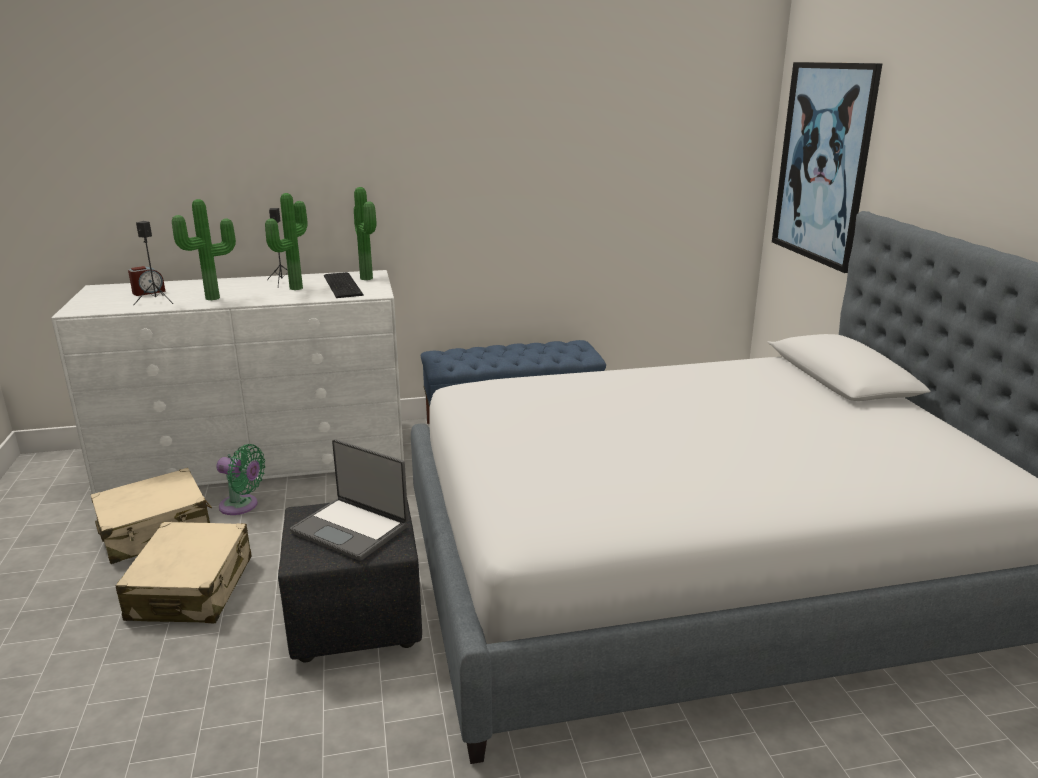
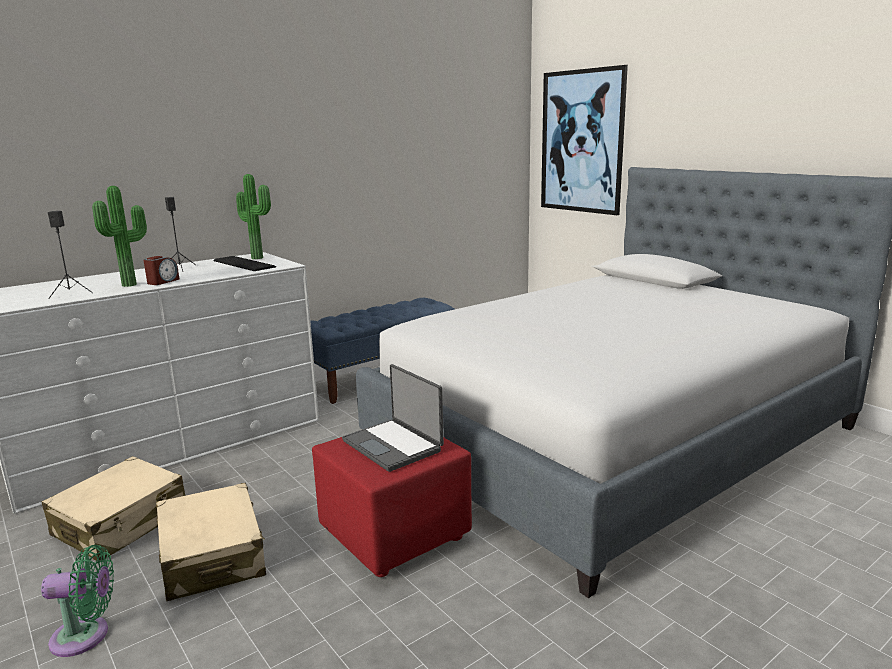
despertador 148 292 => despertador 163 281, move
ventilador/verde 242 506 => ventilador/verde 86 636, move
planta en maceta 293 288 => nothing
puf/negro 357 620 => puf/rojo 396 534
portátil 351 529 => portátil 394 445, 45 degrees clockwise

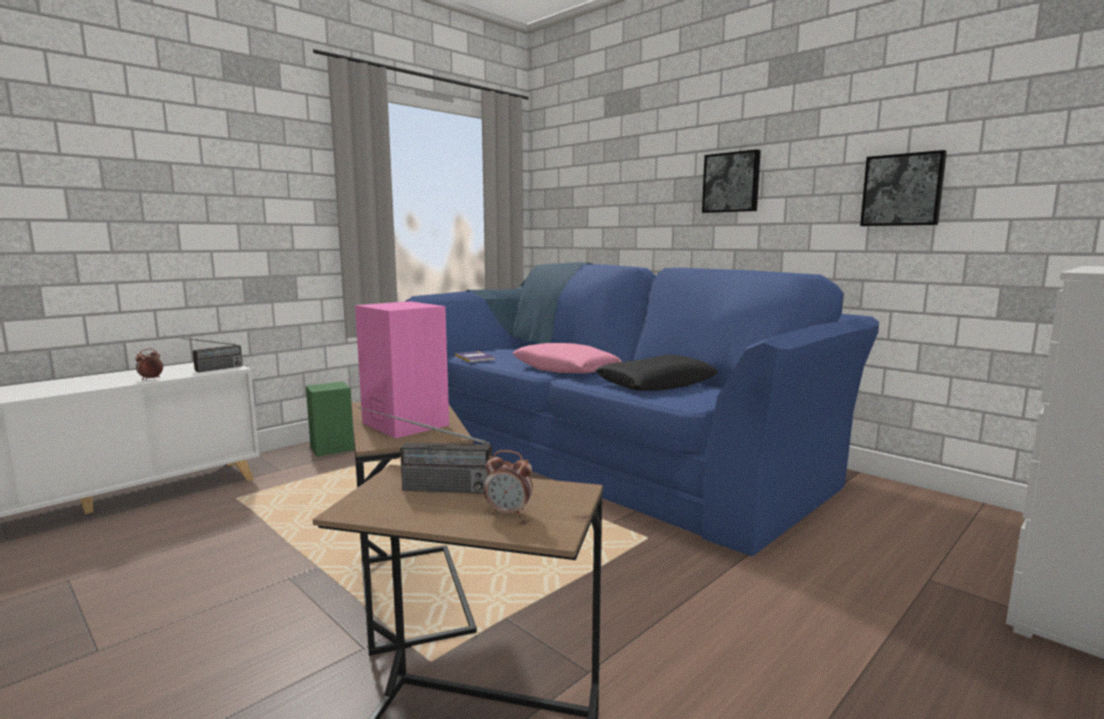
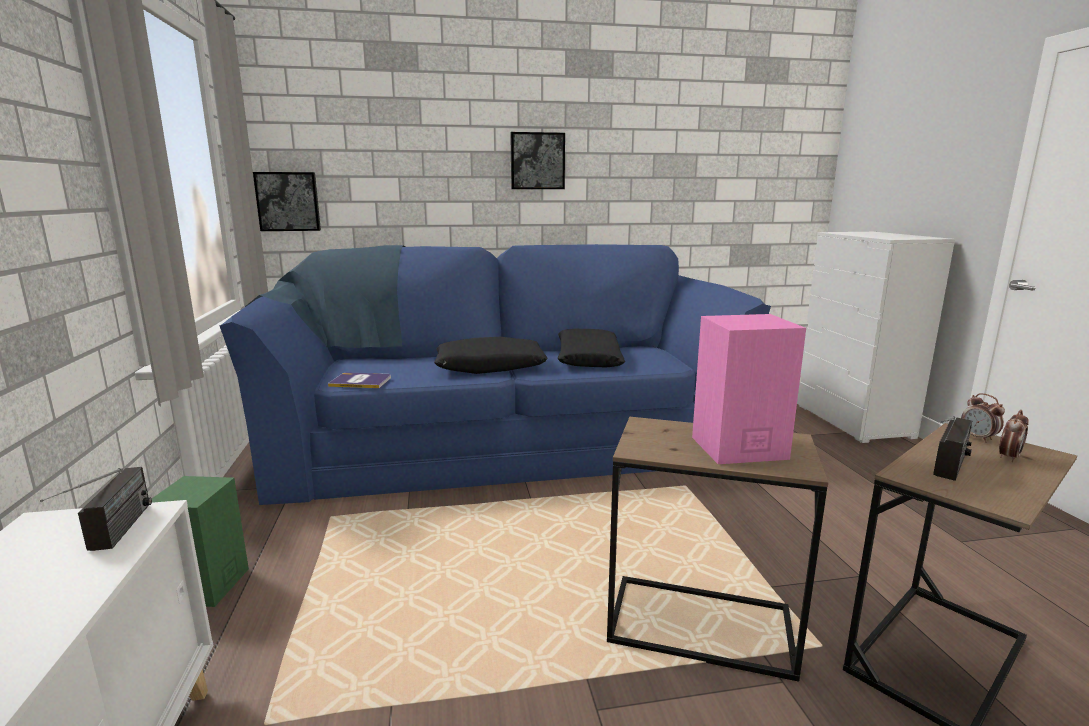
despertador 151 379 => despertador 978 438, move
cojín/rosa 565 369 => cojín/negro 490 367
cuadro 902 190 => cuadro 288 201, move

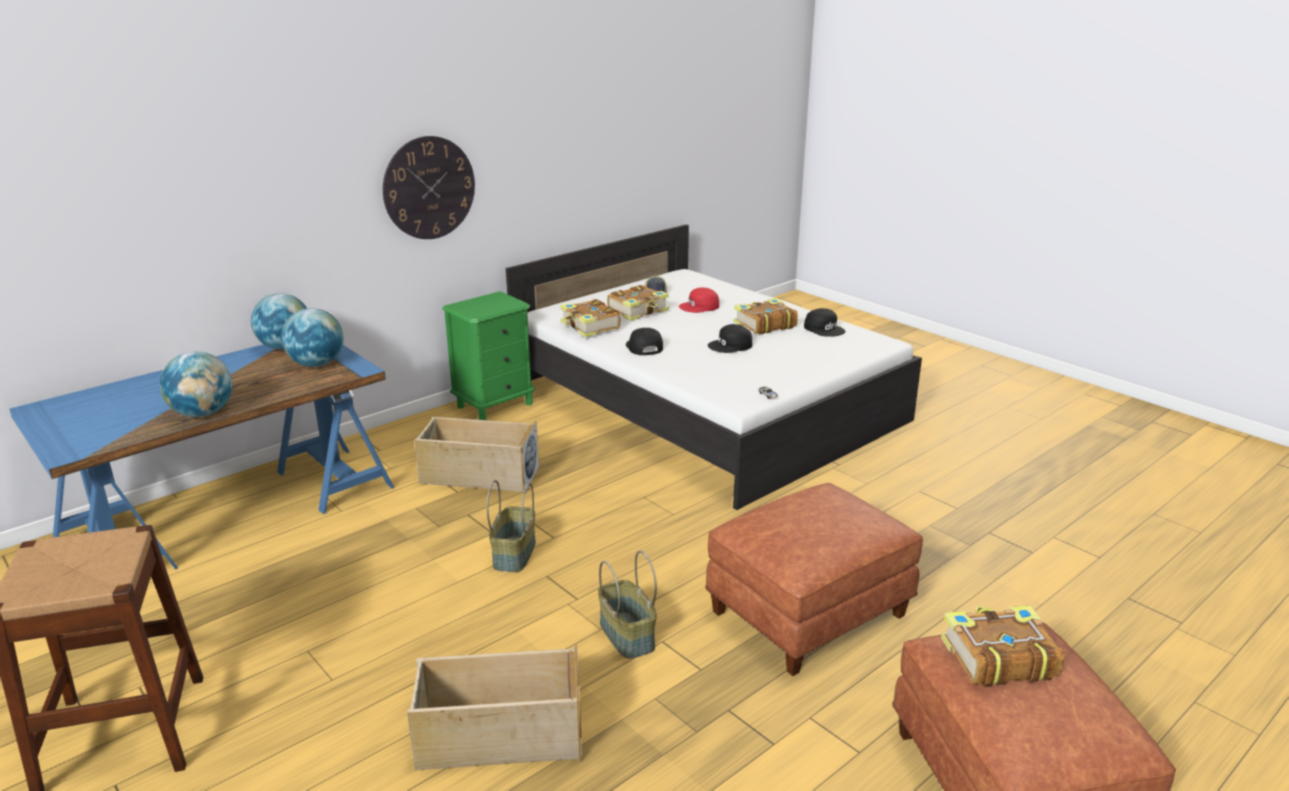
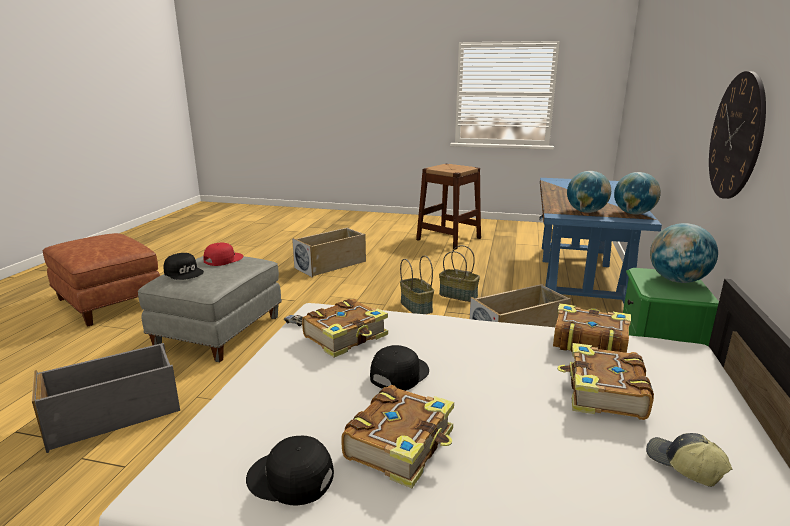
globo terráqueo 202 414 => globo terráqueo 677 280, move
cesta 625 635 => cesta 458 295, move
gorra/negro 643 347 => gorra/negro 184 272, move
gorra/rojo 699 307 => gorra/rojo 223 259, move
puf/marrón 808 615 => puf/gris 219 331
libro 996 658 => libro 346 337, move
nothing => caja de almacenaje/gris 115 415

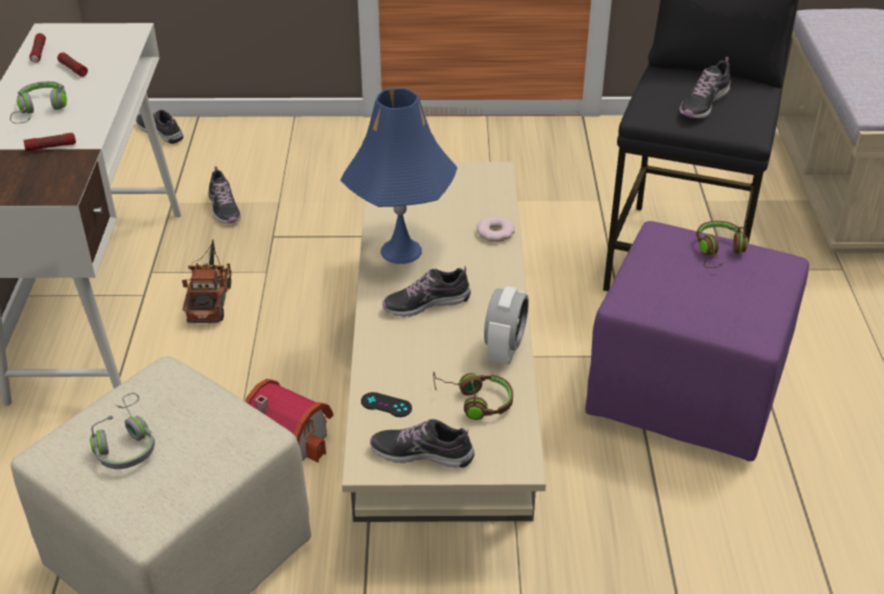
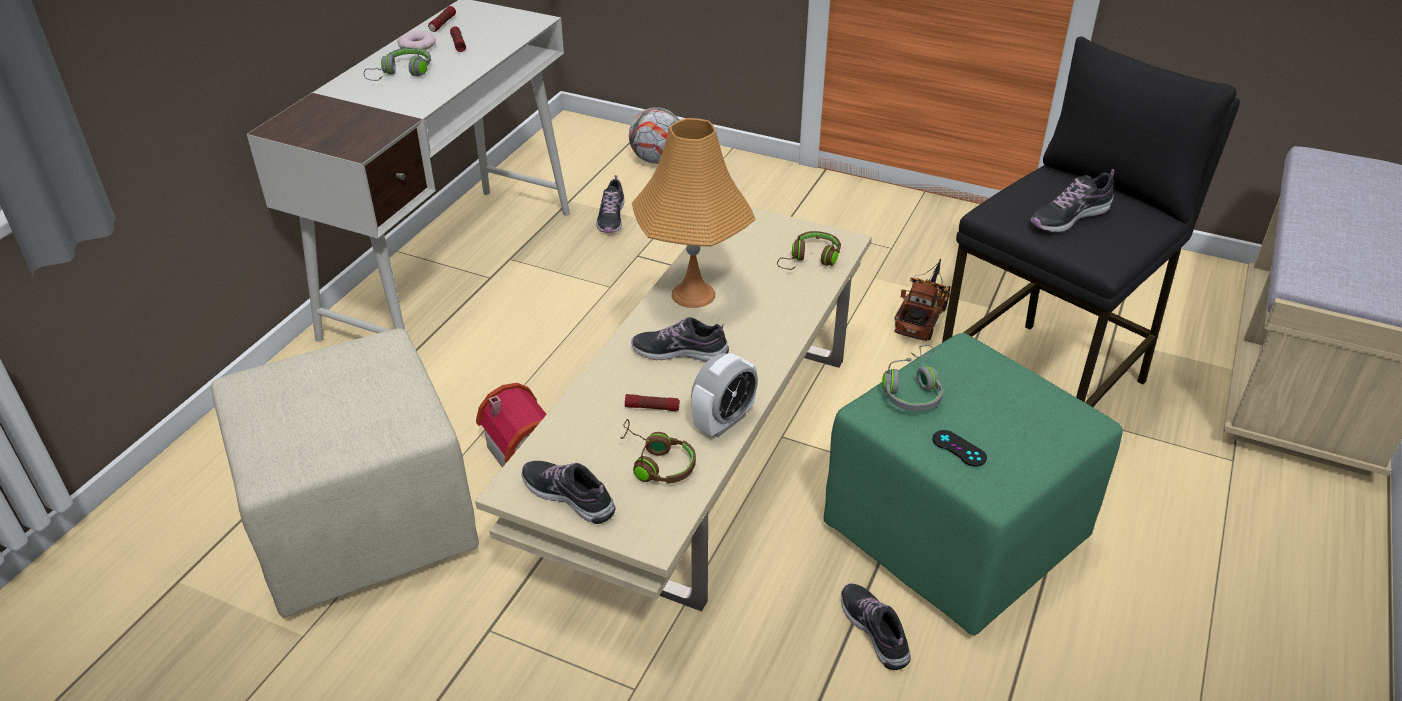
linterna 51 147 => linterna 652 407, move
auriculares/gris 125 443 => auriculares/gris 912 389, move
zapato 160 132 => zapato 874 630, move
camión de juguete 211 297 => camión de juguete 923 315, move
lámpara de mesa/azul 401 251 => lámpara de mesa/naranja 693 294
mando de consola/negro 386 405 => mando de consola/negro 959 448, move
rosquilla 495 232 => rosquilla 417 45, move
puf/morado 689 391 => puf/verde 957 536
auriculares/marrón 719 251 => auriculares/marrón 810 259, move
nothing => balón de fútbol 656 159

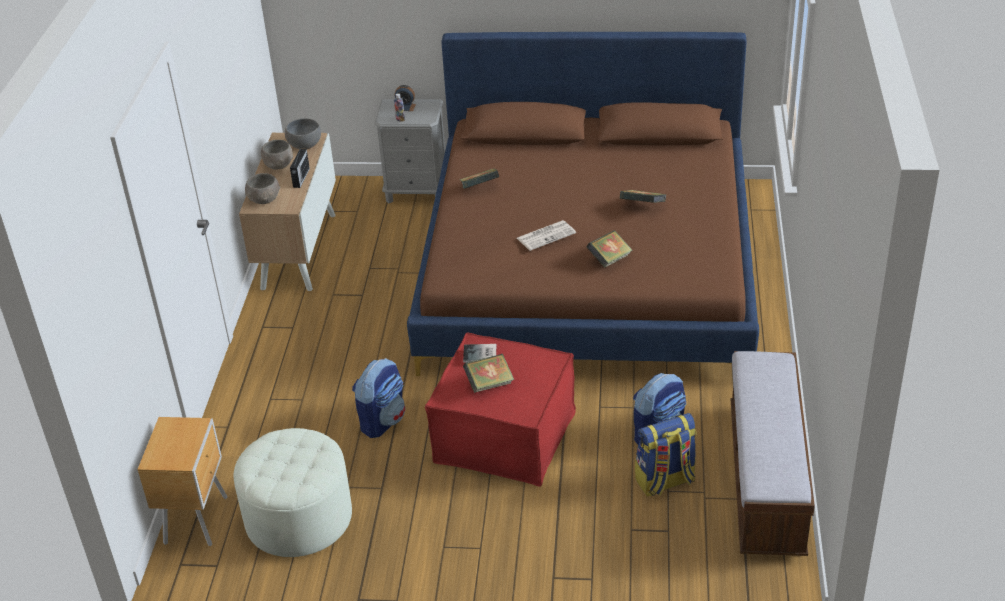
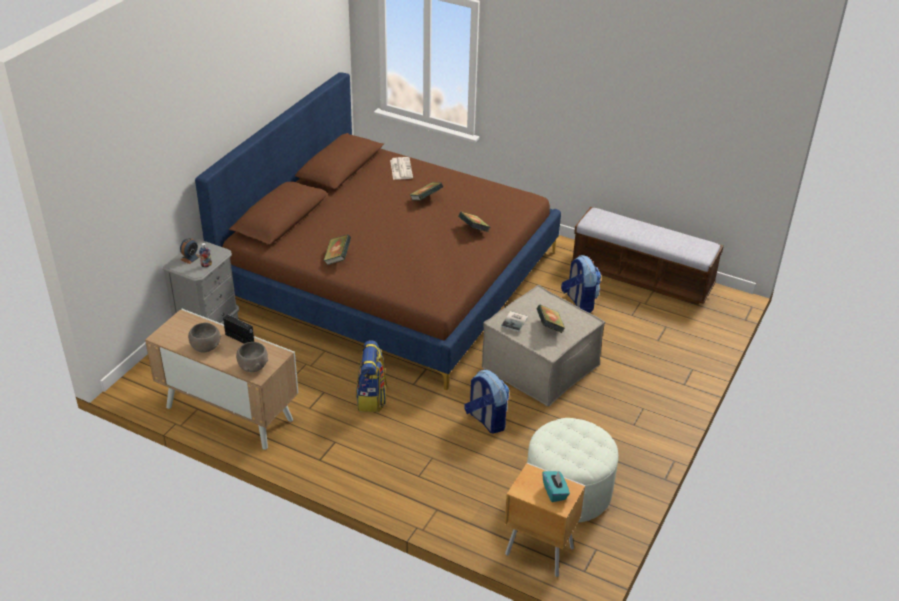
cuenco/gris 304 145 => nothing
puf/rojo 504 436 => puf/beis 540 366
periódico 546 235 => periódico 401 169, move
mochila 665 481 => mochila 371 398, move
nothing => caja de pañuelos/turquesa 555 492

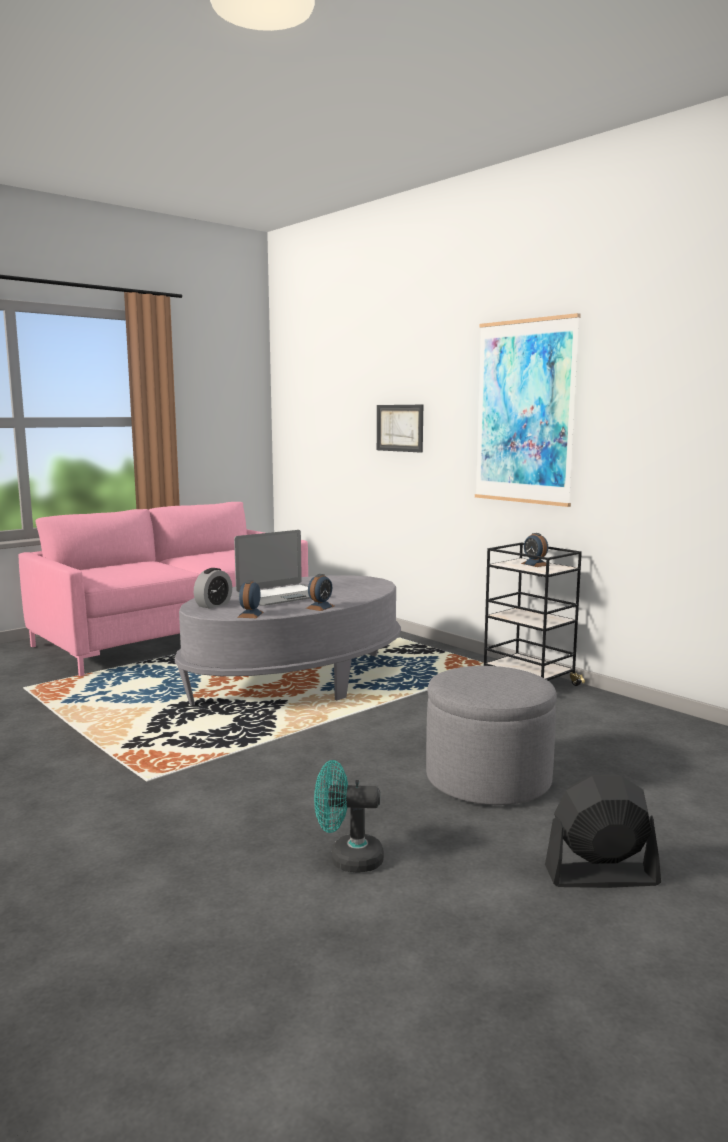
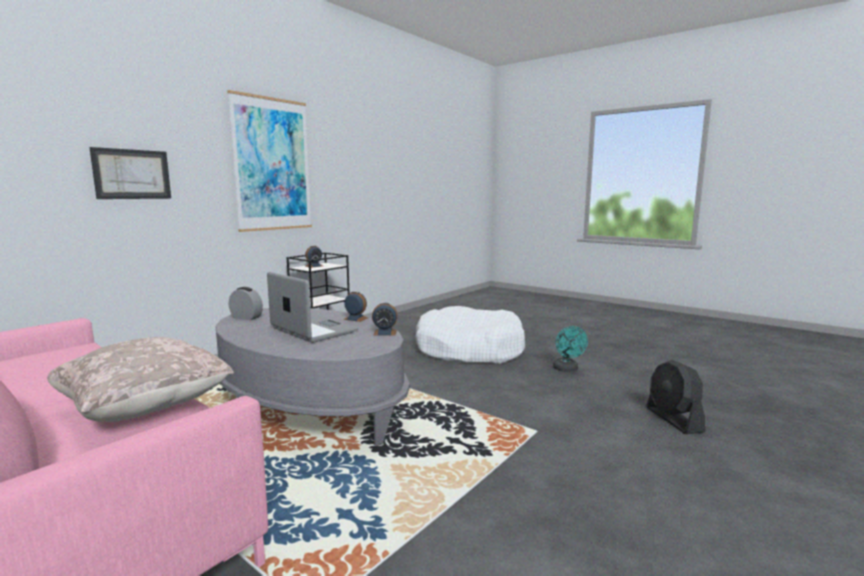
despertador 213 605 => despertador 246 317, move
puf/gris 488 779 => cama para perro/blanco 469 349
ventilador/negro 601 875 => ventilador/negro 673 419, move
nothing => cojín/beis 145 409

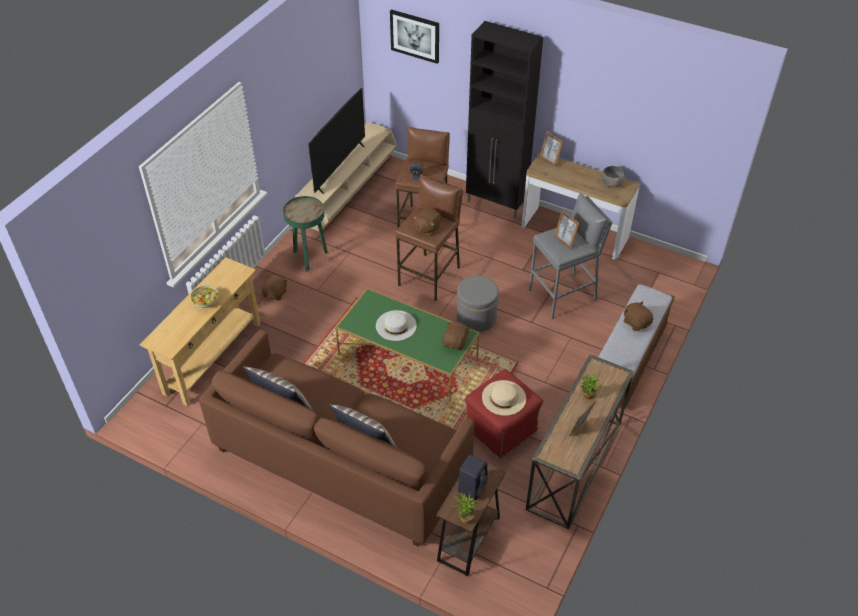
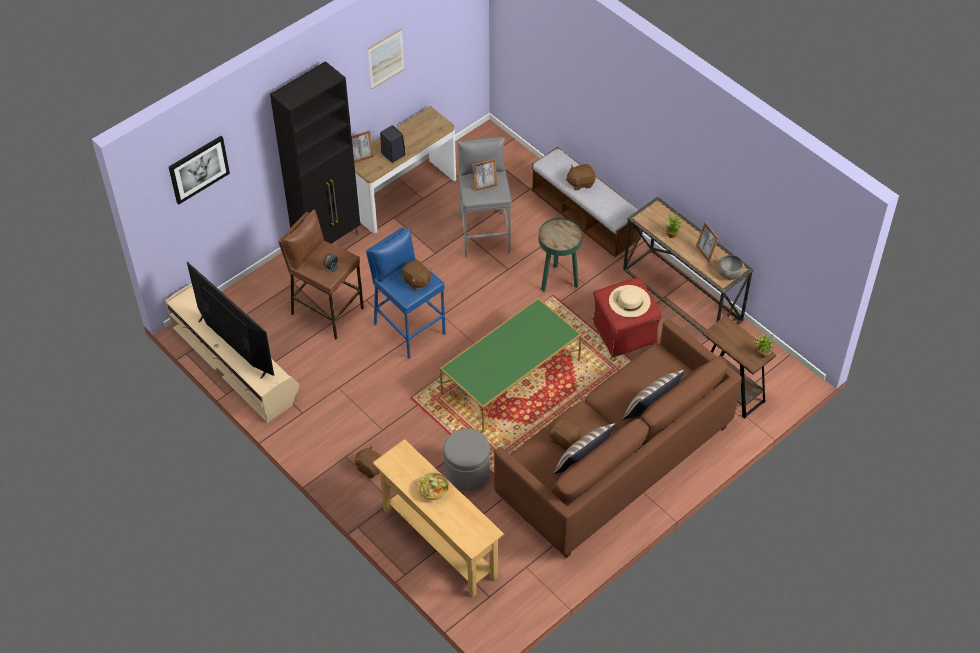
mesa auxiliar/verde 309 258 => mesa auxiliar/verde 558 281, move
sombrero/blanco 396 325 => nothing
taburete/marrón 430 276 => taburete/azul 409 328
peluche/marrón 455 342 => peluche/marrón 564 439, move
puf/gris 476 317 => puf/gris 467 472, move
altavoz/negro 472 487 => altavoz/negro 392 154, move
cuenco/gris 611 183 => cuenco/gris 729 273, move
nothing => cuadro 386 58

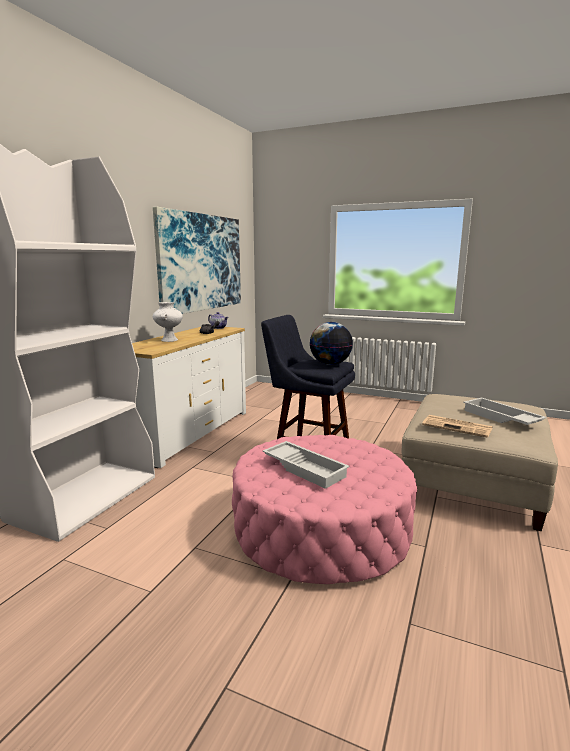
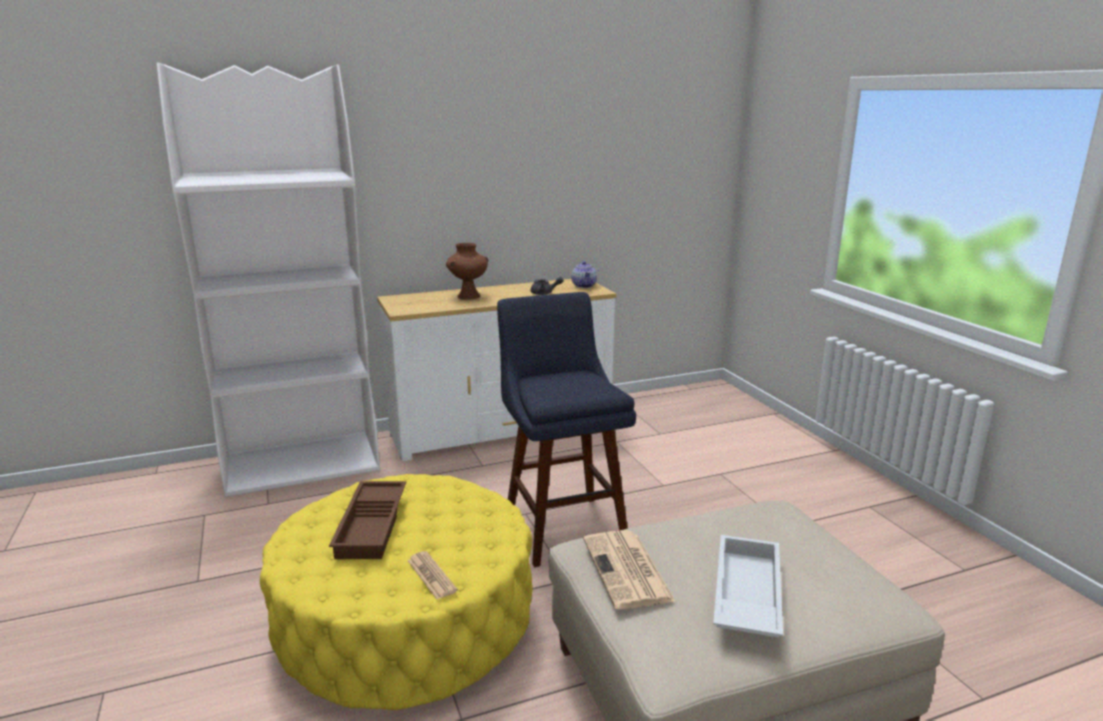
cuadro 201 262 => nothing
florero/blanco 169 340 => florero/marrón 468 296
puf/rosa 321 529 => puf/amarillo 406 618
bandeja/blanco 305 468 => bandeja/marrón 373 526
globo terráqueo 330 364 => nothing
nothing => periódico 431 576

